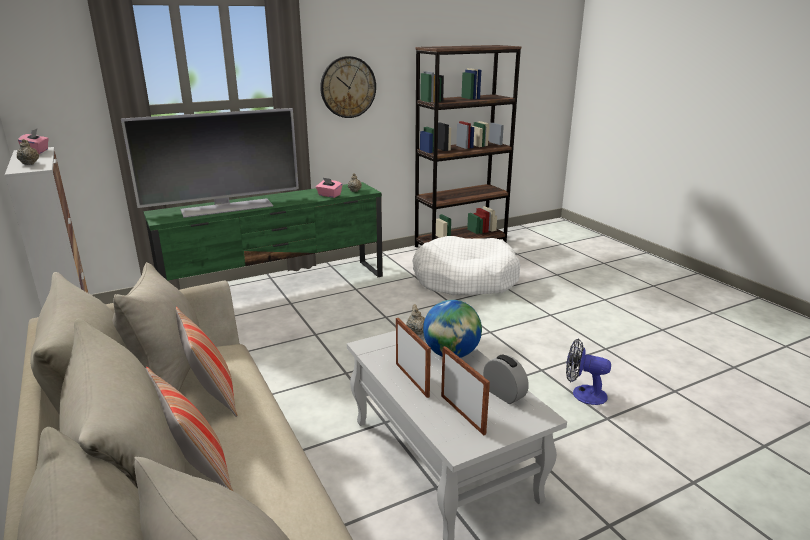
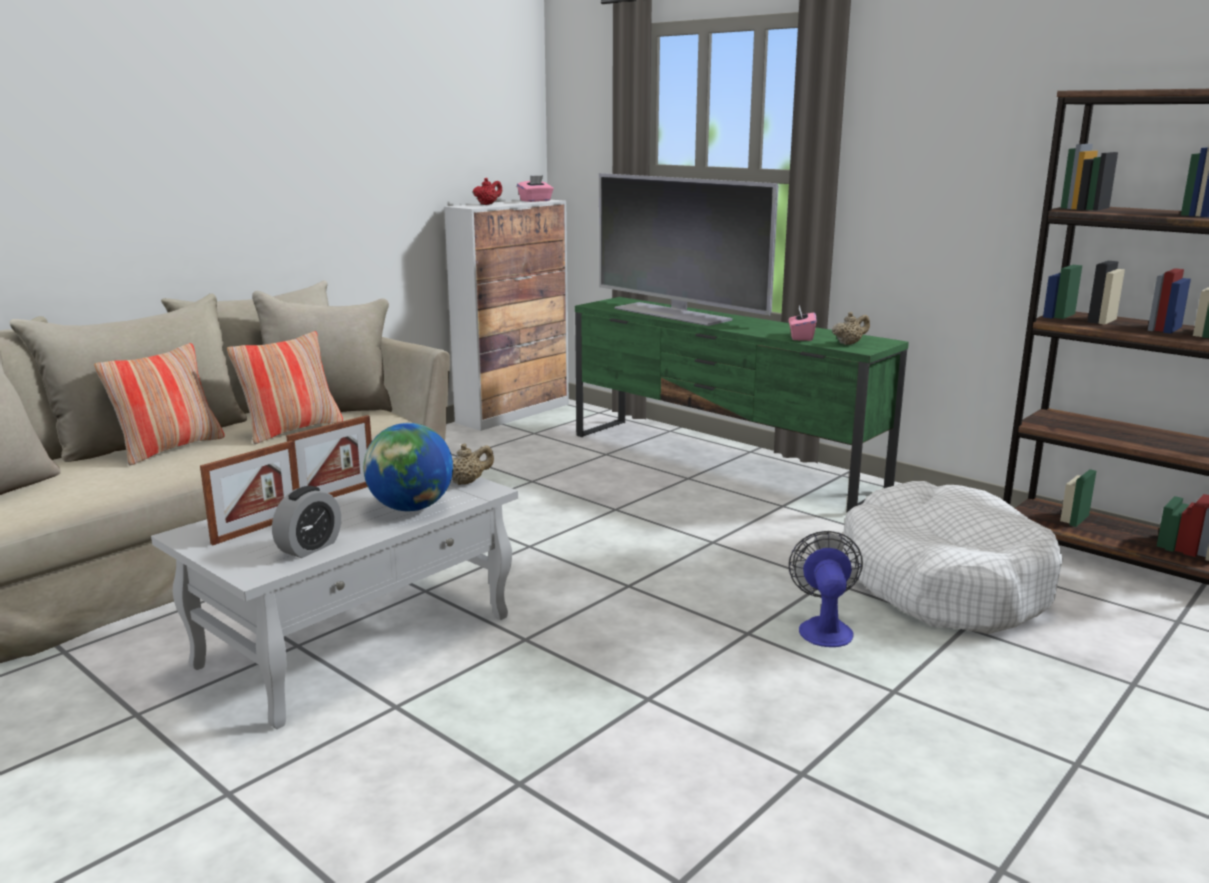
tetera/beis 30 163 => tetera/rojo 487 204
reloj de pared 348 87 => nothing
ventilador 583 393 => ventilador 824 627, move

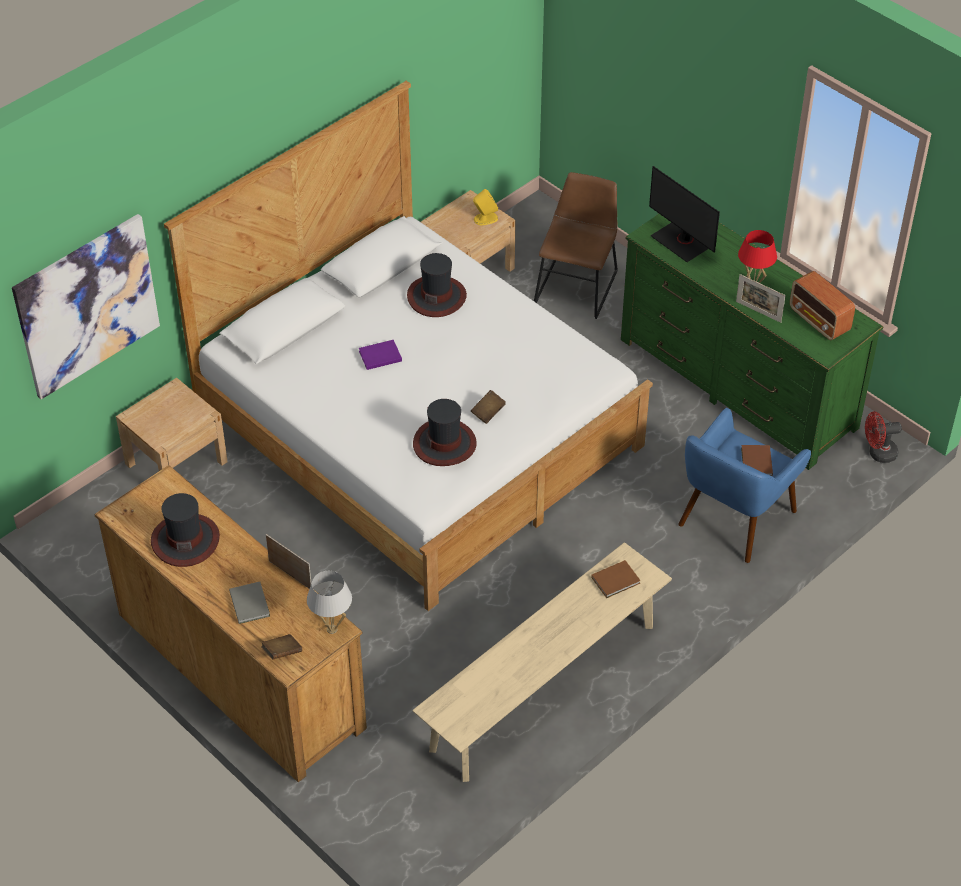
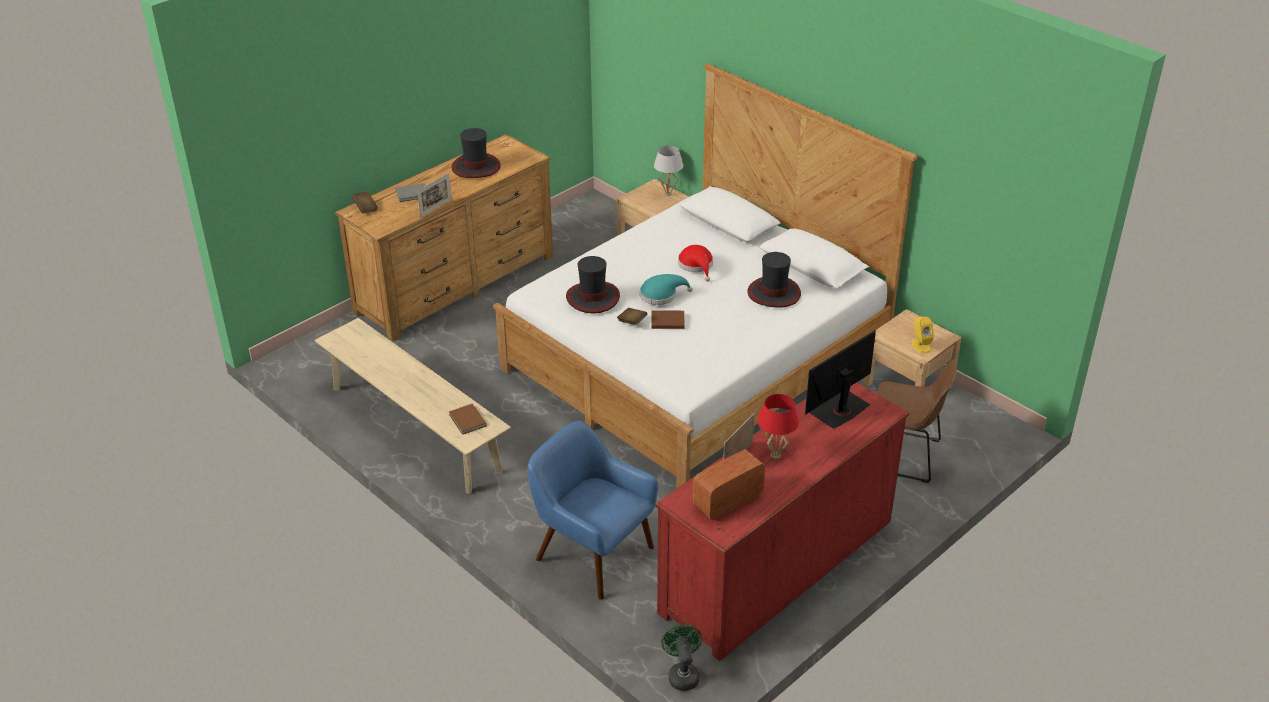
cuadro 87 305 => nothing
lámpara de mesa/blanco 331 629 => lámpara de mesa/blanco 668 193, move
libro/morado 379 356 => sombrero/rojo 697 265
cómoda/verde 737 383 => cómoda/rojo 777 566
libro/marrón 756 463 => libro/marrón 666 321, move
ventilador/rojo 878 453 => ventilador/verde 682 674
nothing => sombrero/turquesa 661 295

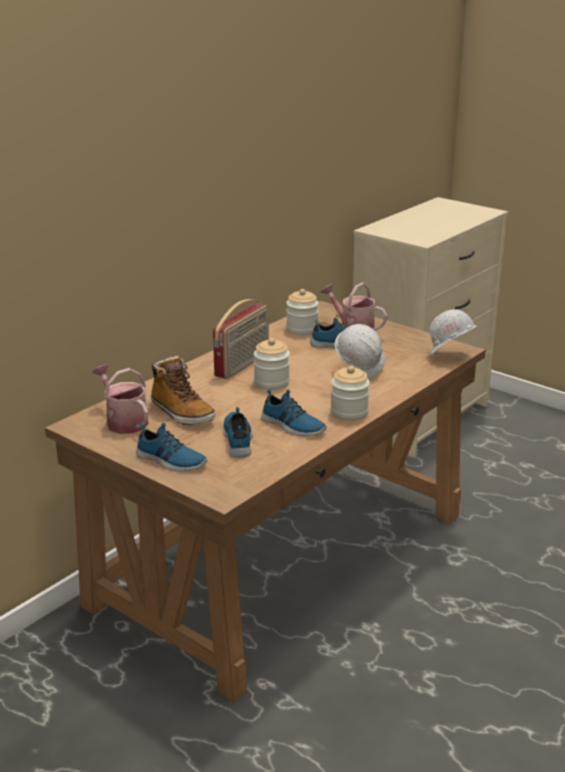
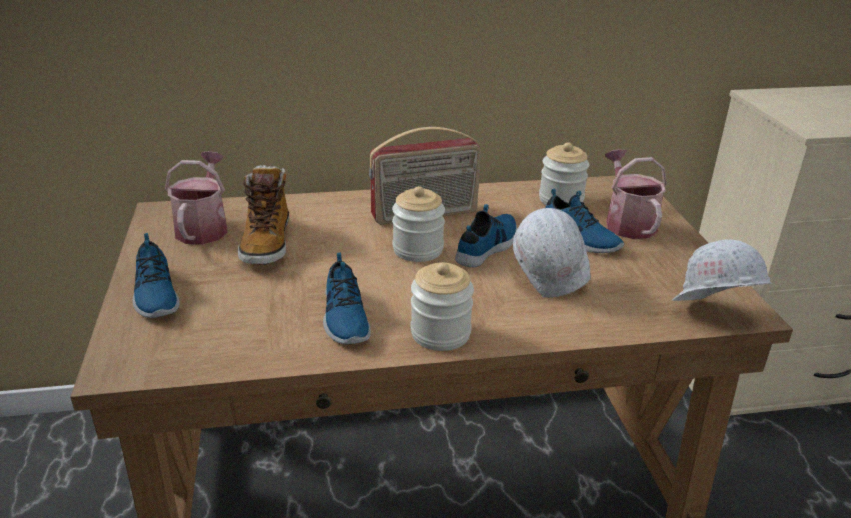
zapato 239 439 => zapato 488 246, move

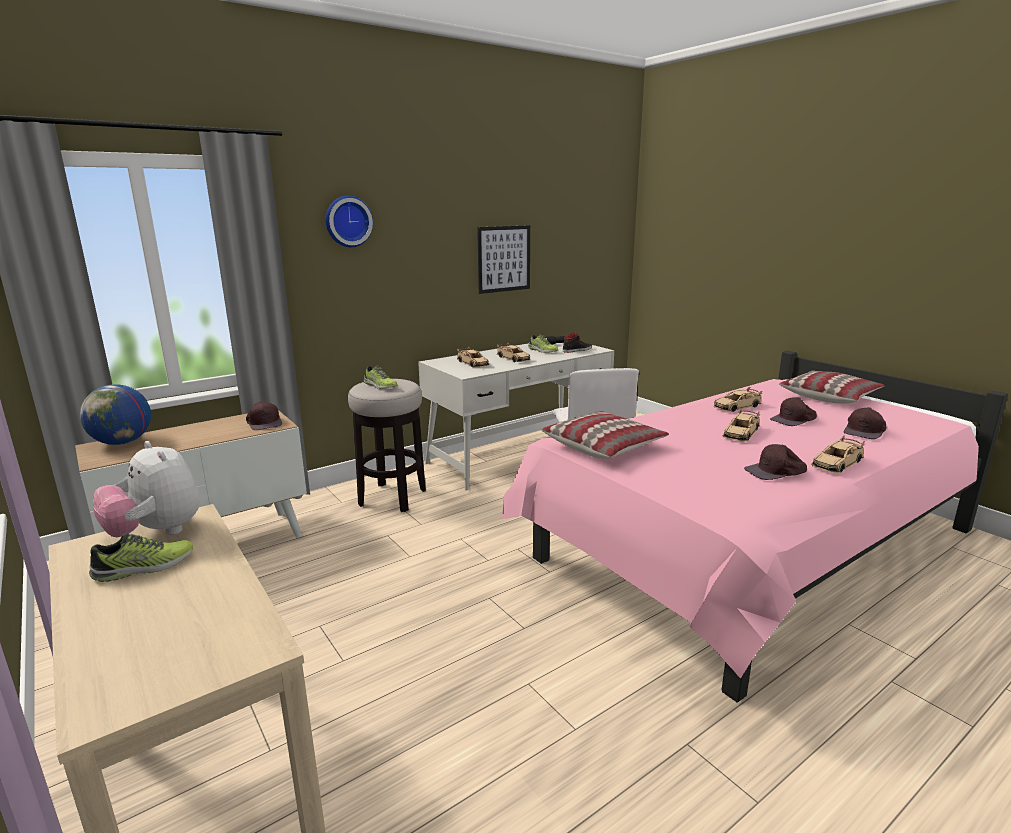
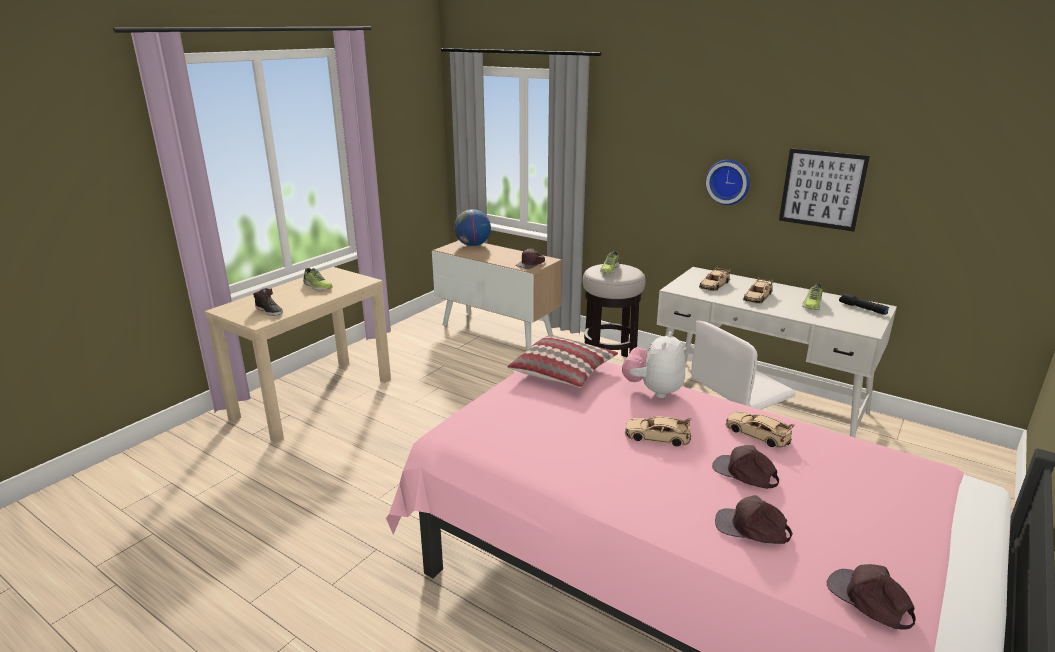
peluche 156 533 => peluche 653 391, move
reloj de pared 347 221 => reloj de pared 728 181, move
zapato/negro 577 350 => zapato/negro 269 311, move
gorra/marrón 776 471 => gorra/marrón 869 600, move
cojín 829 396 => nothing
coche de juguete/beis 837 463 => nothing

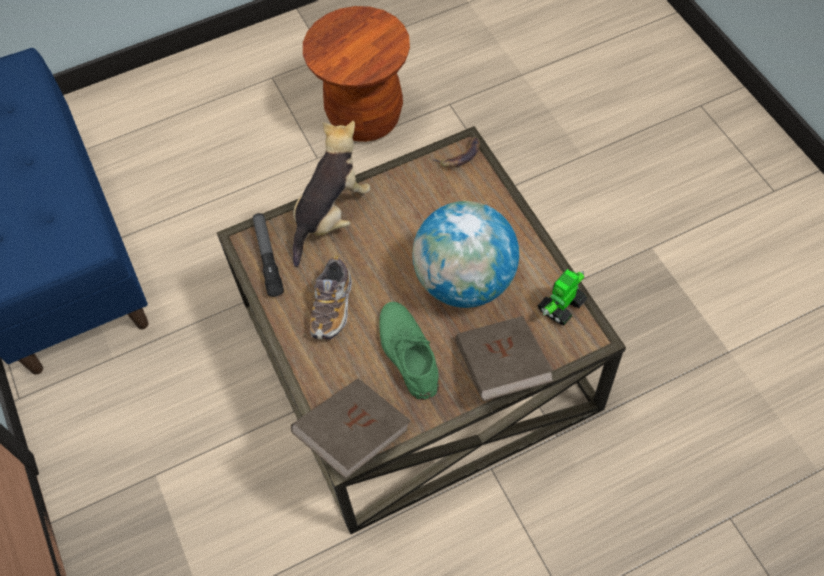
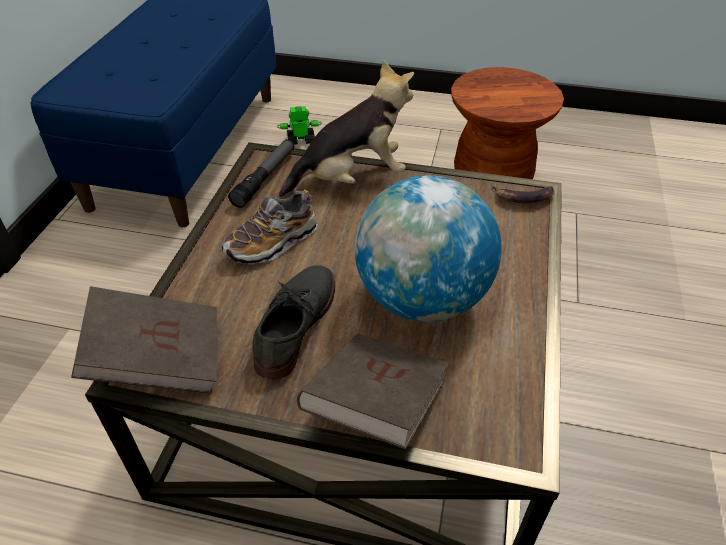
zapato/verde 407 352 => zapato/gris 295 322
robot de juguete 561 306 => robot de juguete 300 140, move

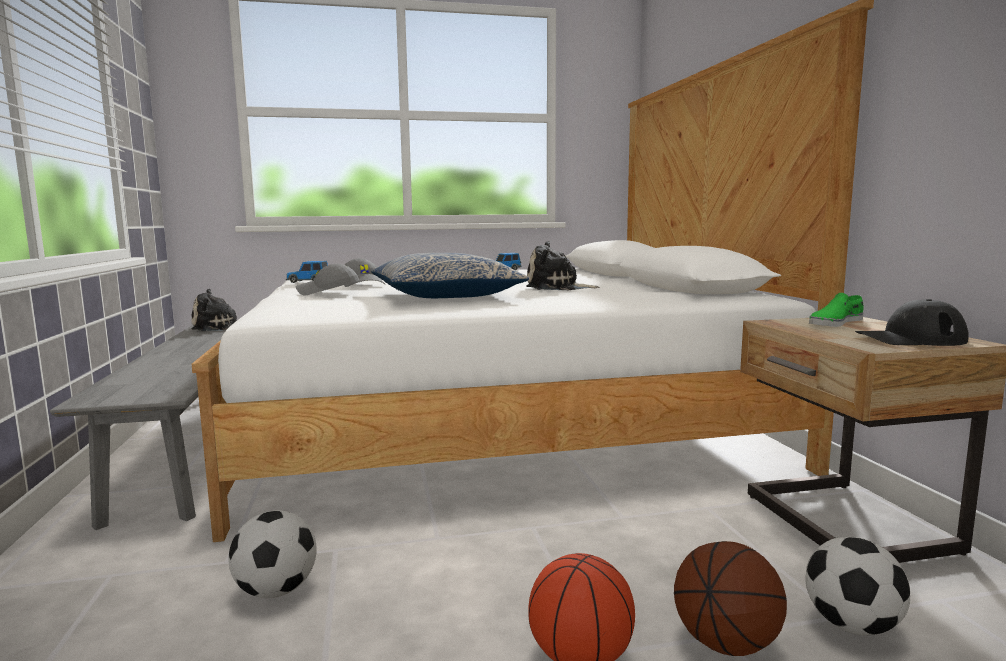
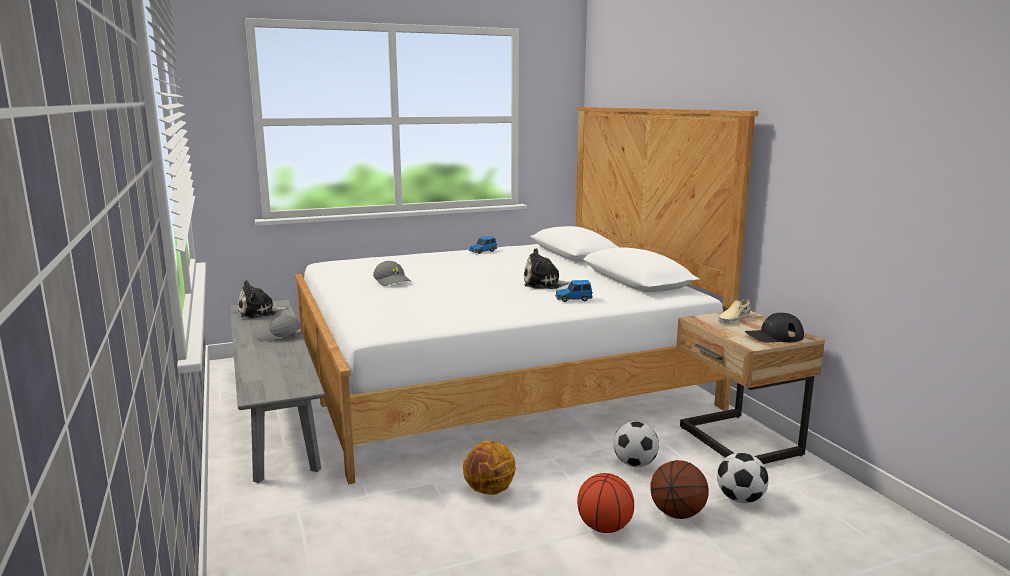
balón de fútbol 276 591 => balón de fútbol 634 464, move
coche de juguete 308 282 => coche de juguete 573 299, move
gorra/gris 327 292 => gorra/gris 278 336, move
cojín 445 295 => nothing
zapato/verde 835 323 => zapato/beis 733 319
nothing => balón de baloncesto 489 490

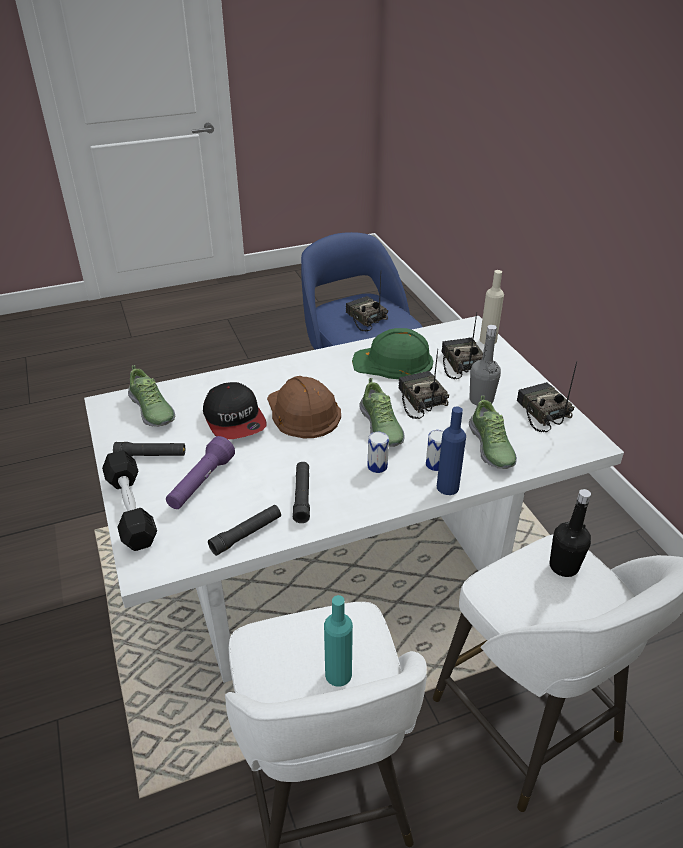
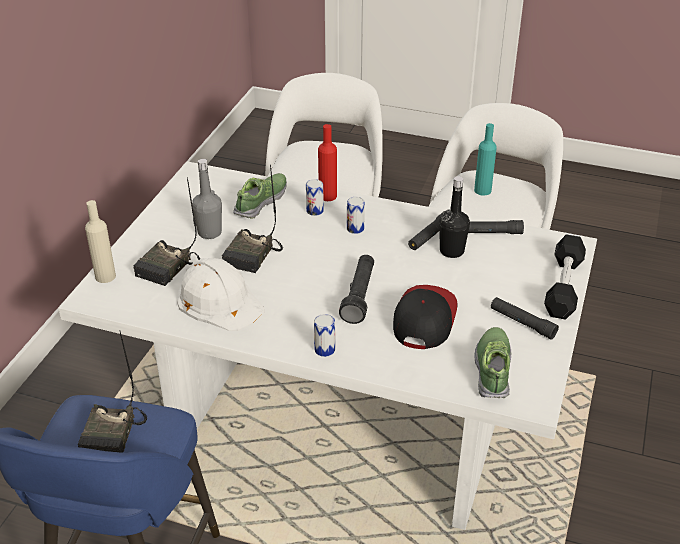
linterna/morado 201 483 => nothing
casco/marrón 302 412 => linterna/negro 359 296
casco/verde 393 362 => casco/blanco 219 301
zapato 381 427 => nothing
botella/azul 447 487 => botella/rojo 327 196
radio 541 412 => nothing
botella/negro 563 566 => botella/negro 451 251, move
nothing => lata 324 349

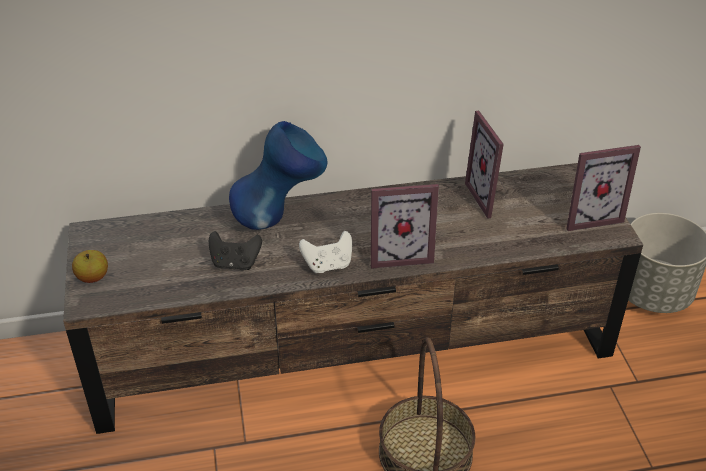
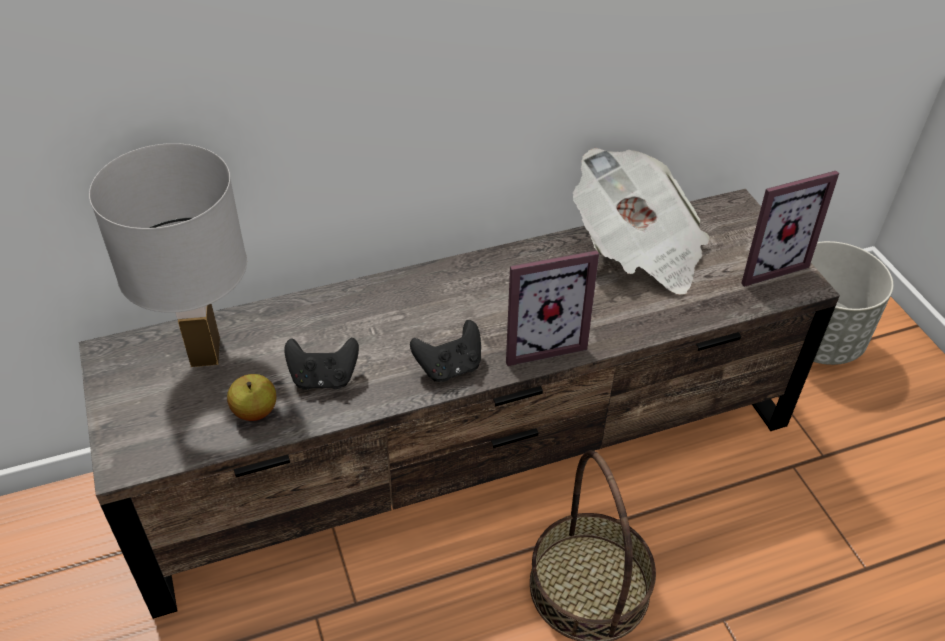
manzana 93 277 => manzana 255 411, move
florero/azul 280 217 => nothing
mando de consola/blanco 328 265 => mando de consola/negro 449 367
portarretratos 491 197 => periódico 638 249
nothing => lámpara de mesa/blanco 206 352

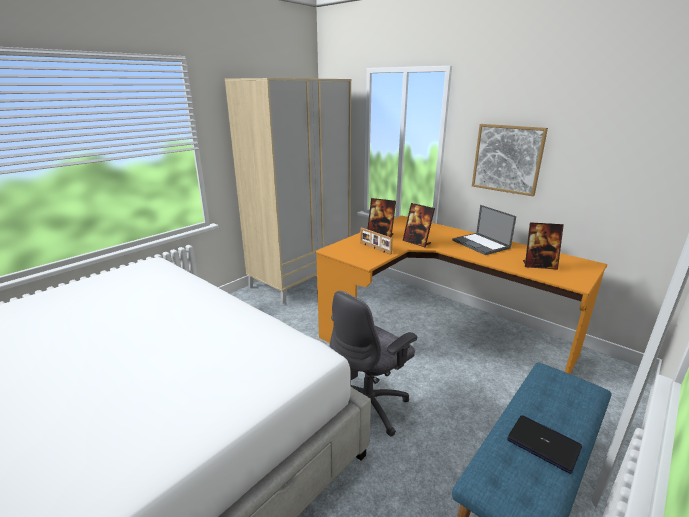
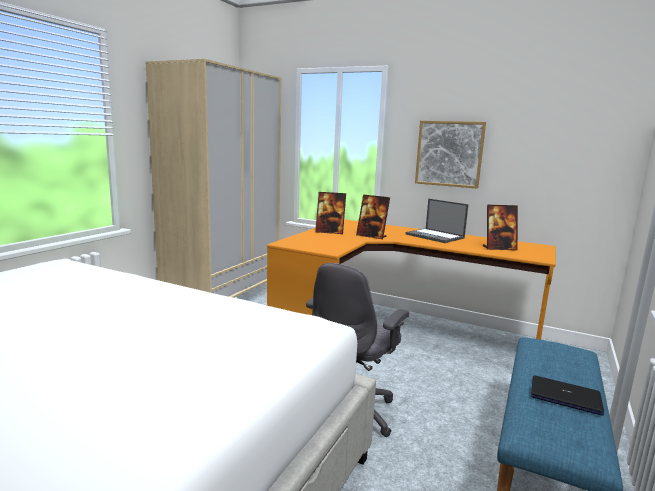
portarretratos 375 248 => nothing

